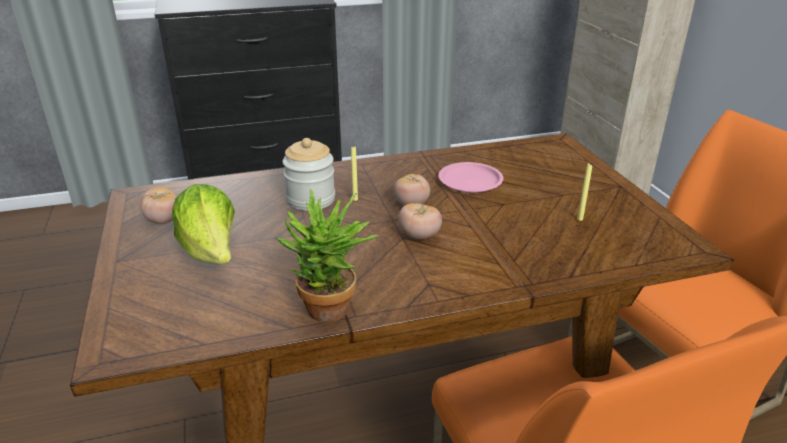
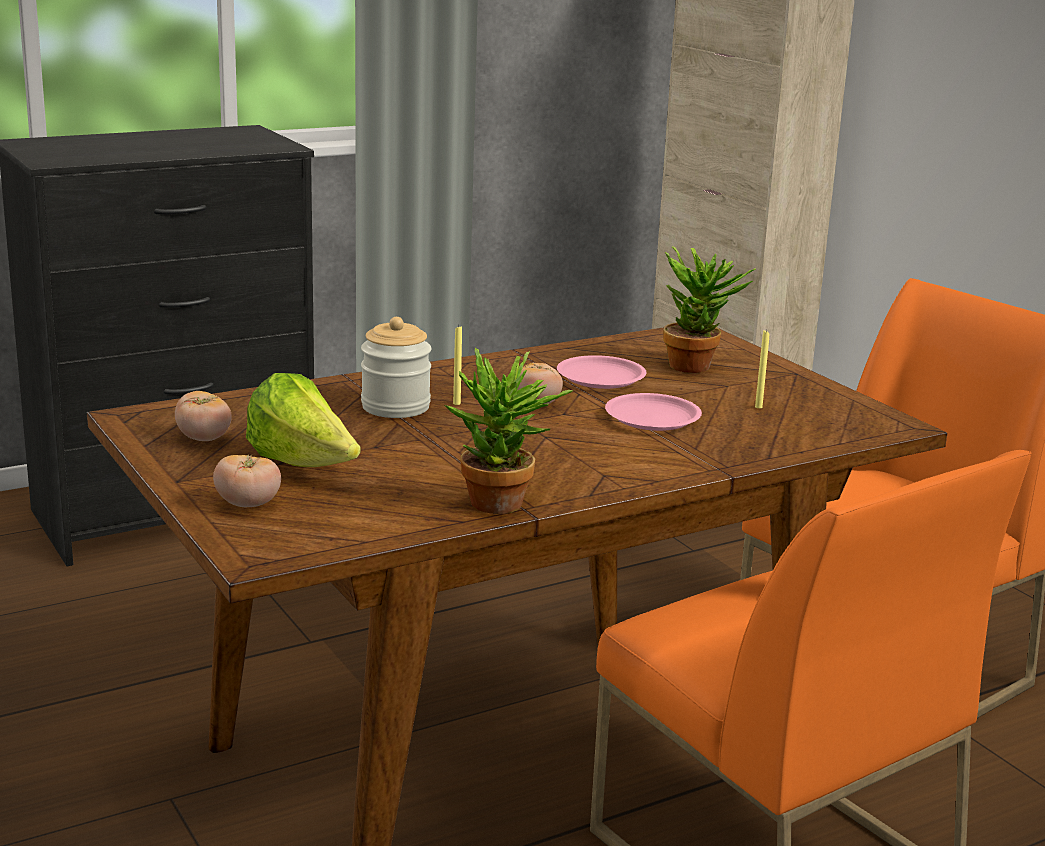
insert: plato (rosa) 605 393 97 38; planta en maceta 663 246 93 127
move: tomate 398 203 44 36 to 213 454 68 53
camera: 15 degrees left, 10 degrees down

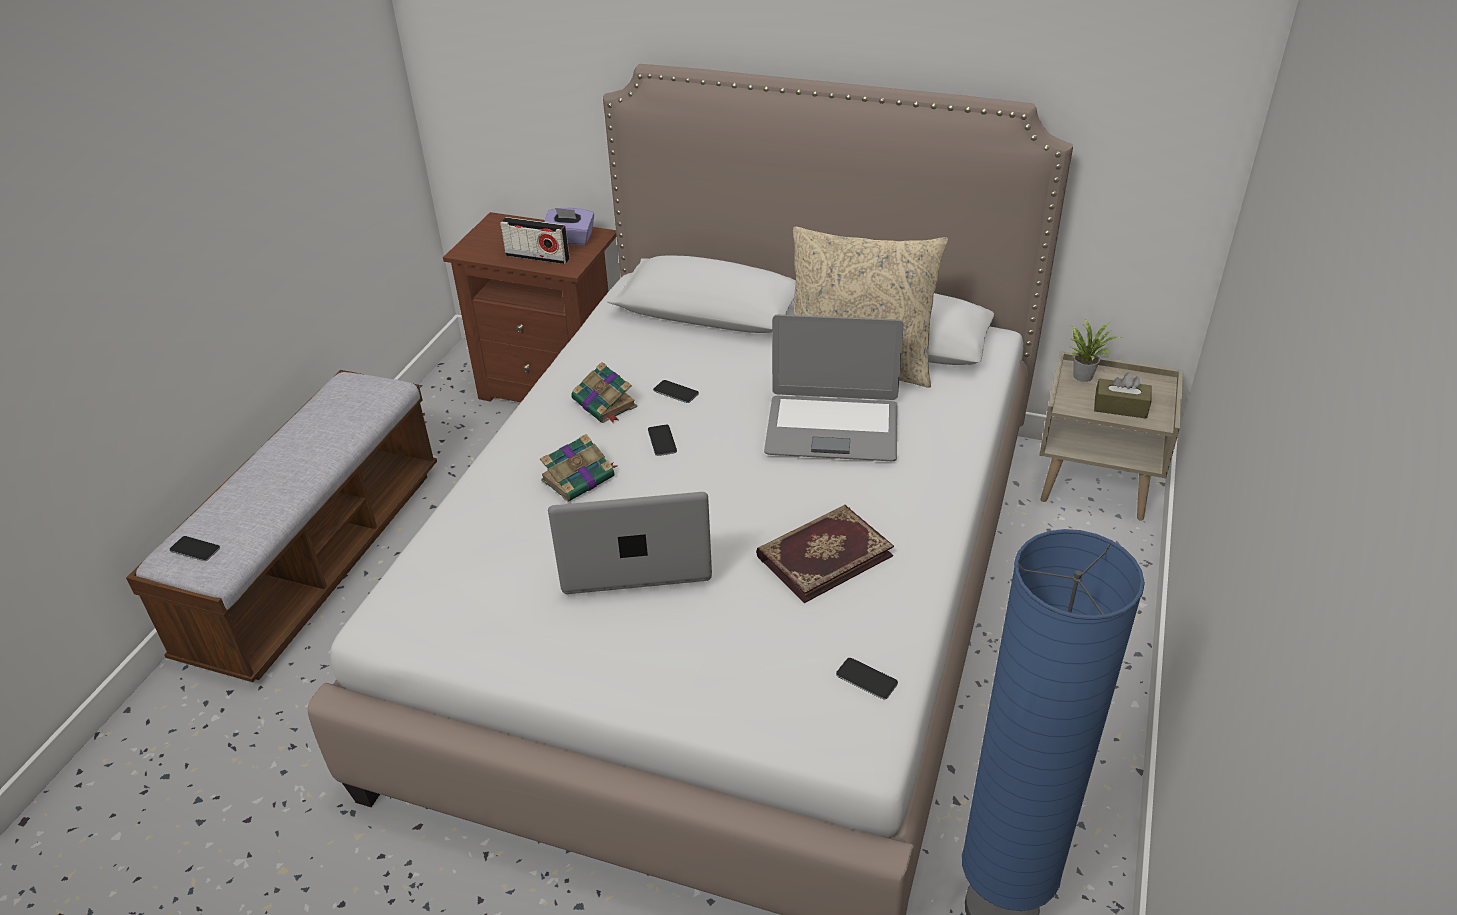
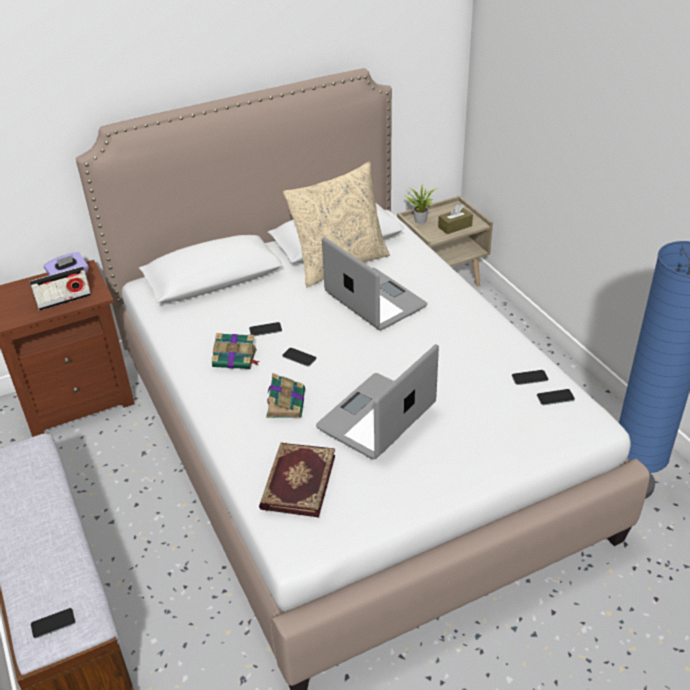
insert: móvil 512 370 36 15
move: libro 756 505 138 98 to 259 443 76 74
rotate: portátil 764 315 140 146 = 322 237 105 93 90 degrees counterclockwise
camera: 45 degrees left, 0 degrees up

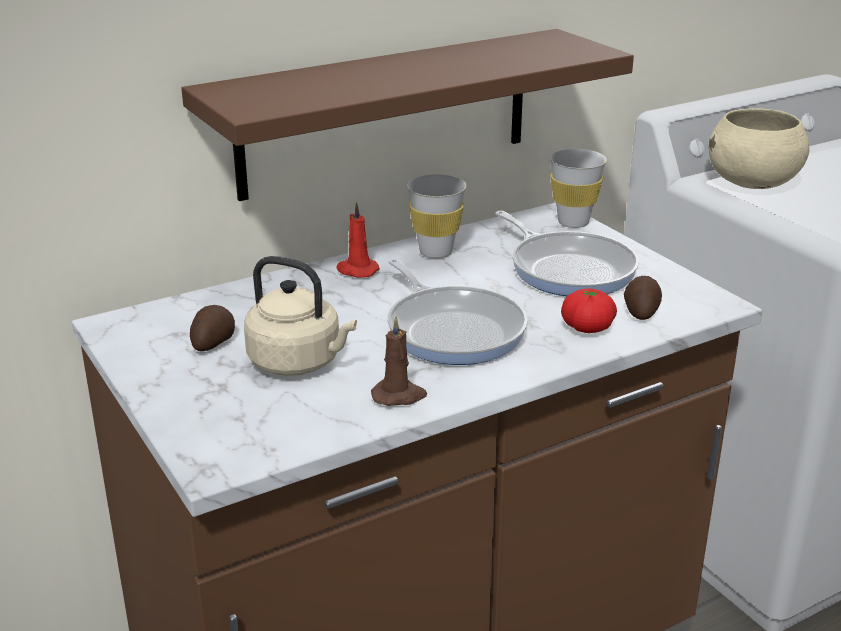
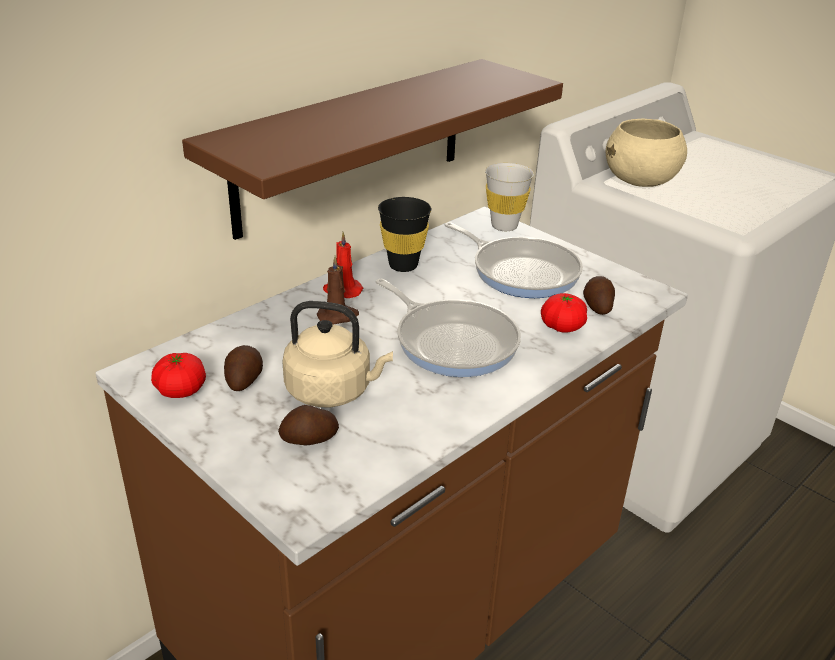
insert: tomate 151 353 55 45; patata 278 405 61 41
move: vela (marrón) 371 316 56 90 to 317 255 42 70
recolor: taza (blanco) 406 174 61 84 to taza (negro) 378 197 53 75
camera: 15 degrees left, 5 degrees up

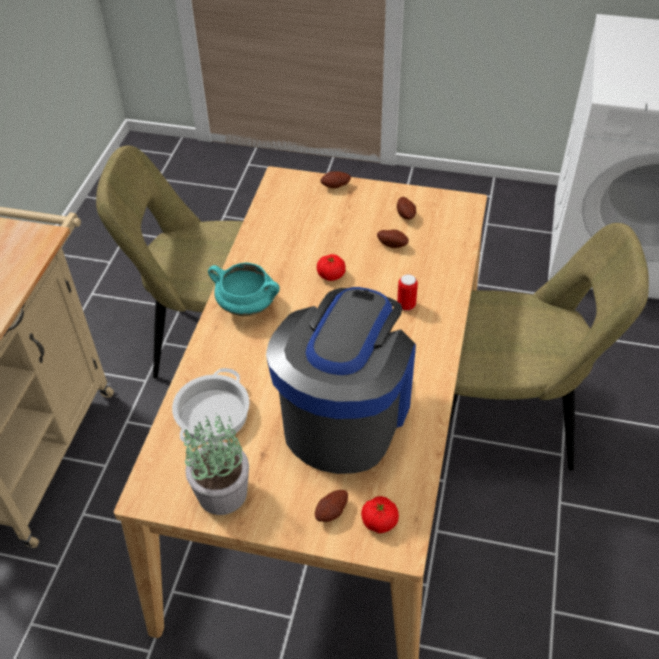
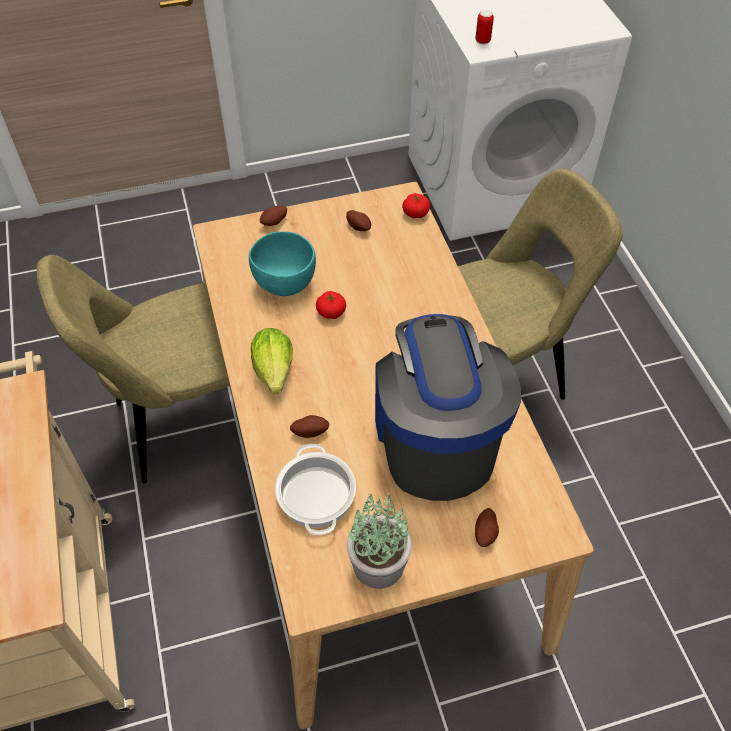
insert: cuenco (turquesa) 249 231 67 65
move: tomate 361 496 38 37 to 402 193 28 25; patata 377 230 32 18 to 290 415 39 23; lata 397 274 21 37 to 475 10 19 34
replace: olla (turquesa) 208 262 72 54 to lechuga 251 328 42 66
camera: 30 degrees left, 5 degrees up

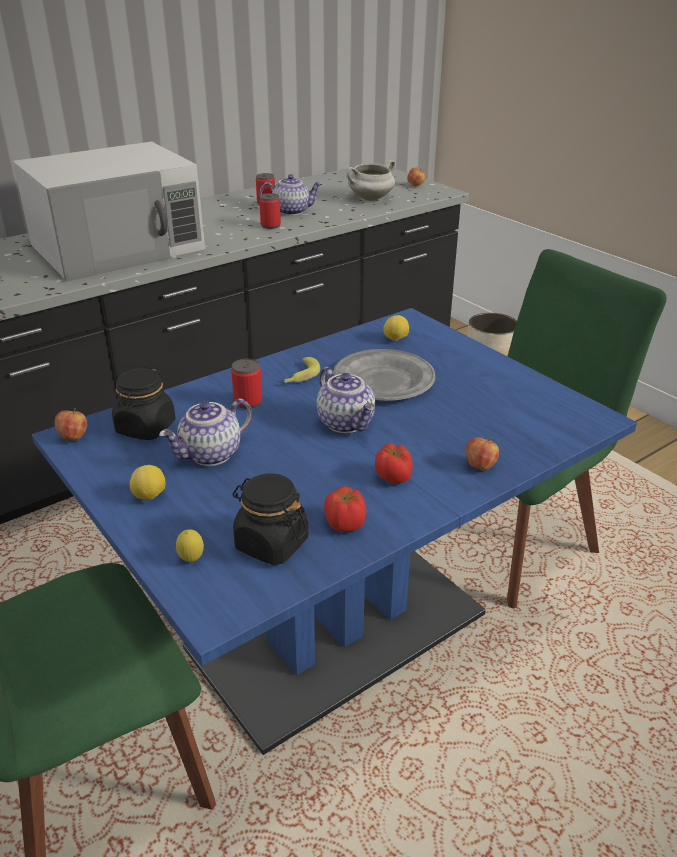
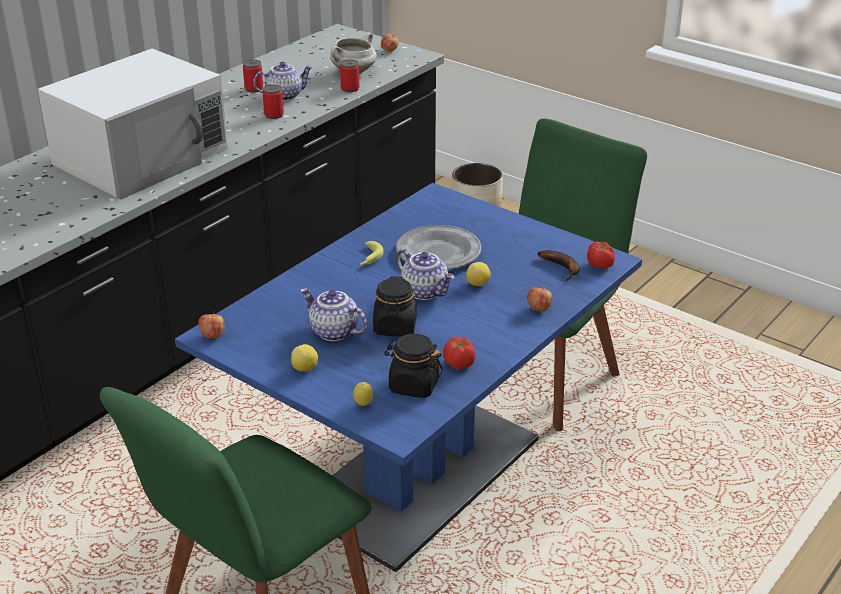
insert: plátano 538 250 42 31
move: tarro (negro) 112 367 64 73 to 373 276 44 61; lata 231 359 31 50 to 340 59 19 33; tomate 375 444 38 39 to 587 242 28 27; limón 383 315 26 26 to 466 262 25 24
rotate: tetera 159 399 93 67 = 300 288 67 53 90 degrees clockwise
camera: 15 degrees left, 0 degrees up

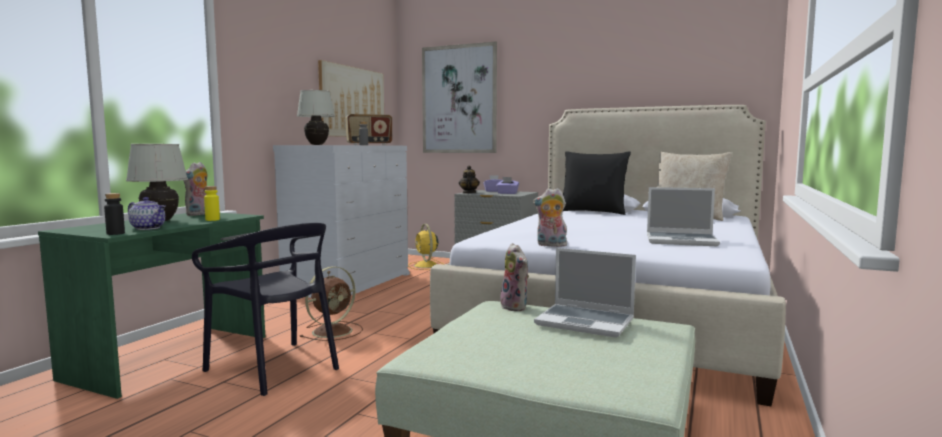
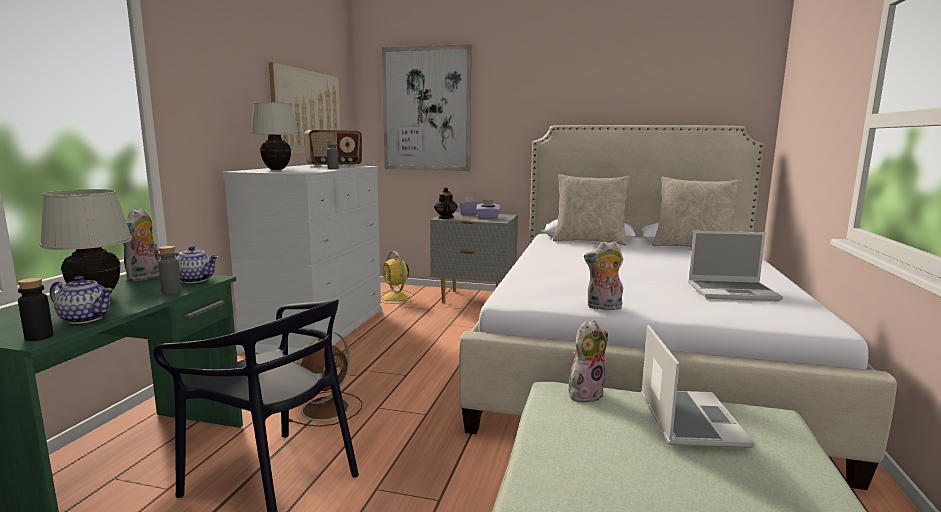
insert: tetera 175 246 43 37
recolor: botella (amarillo) 204 186 16 35 to botella (gris) 158 246 24 48; cojín (negro) 563 151 68 64 to cojín (beis) 553 174 77 72
rotate: peluche 500 243 29 68 = 568 320 40 82 90 degrees counterclockwise; portátil 534 248 102 90 = 641 325 114 123 105 degrees counterclockwise
camera: 10 degrees left, 5 degrees up

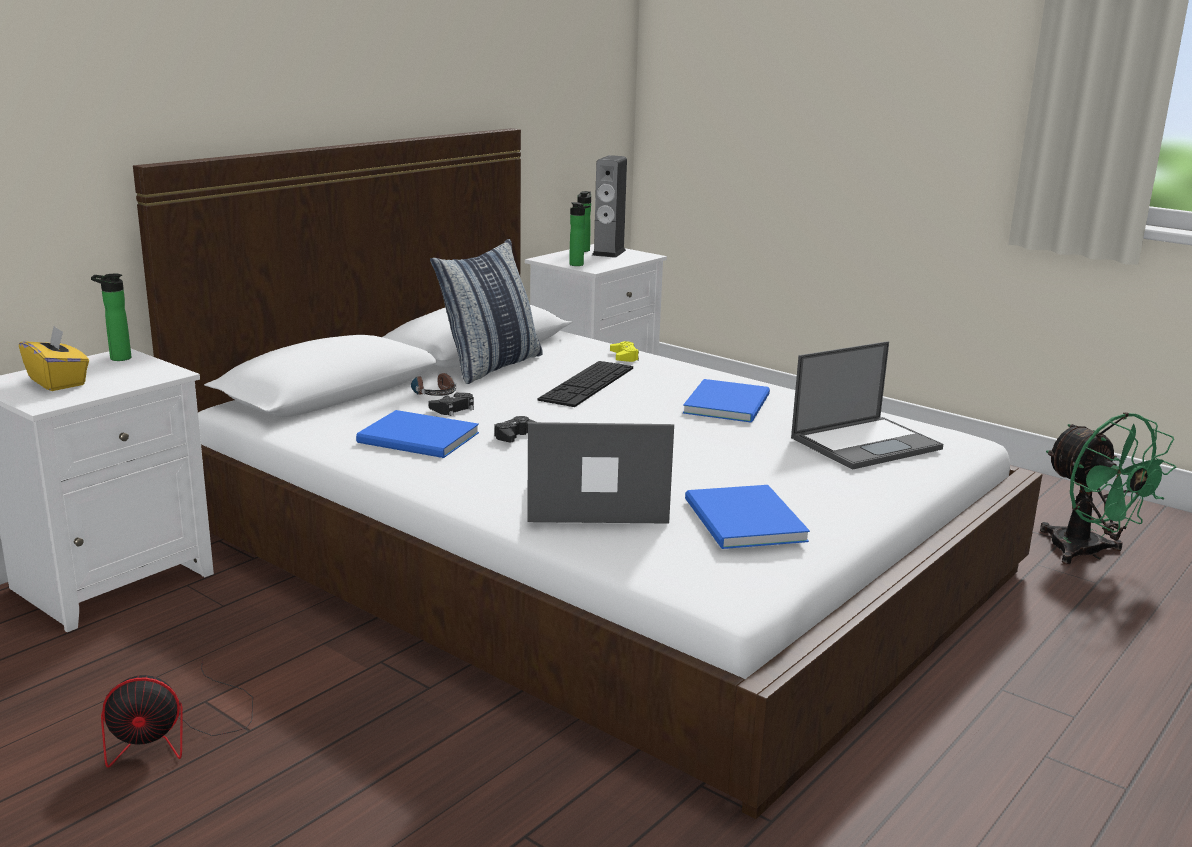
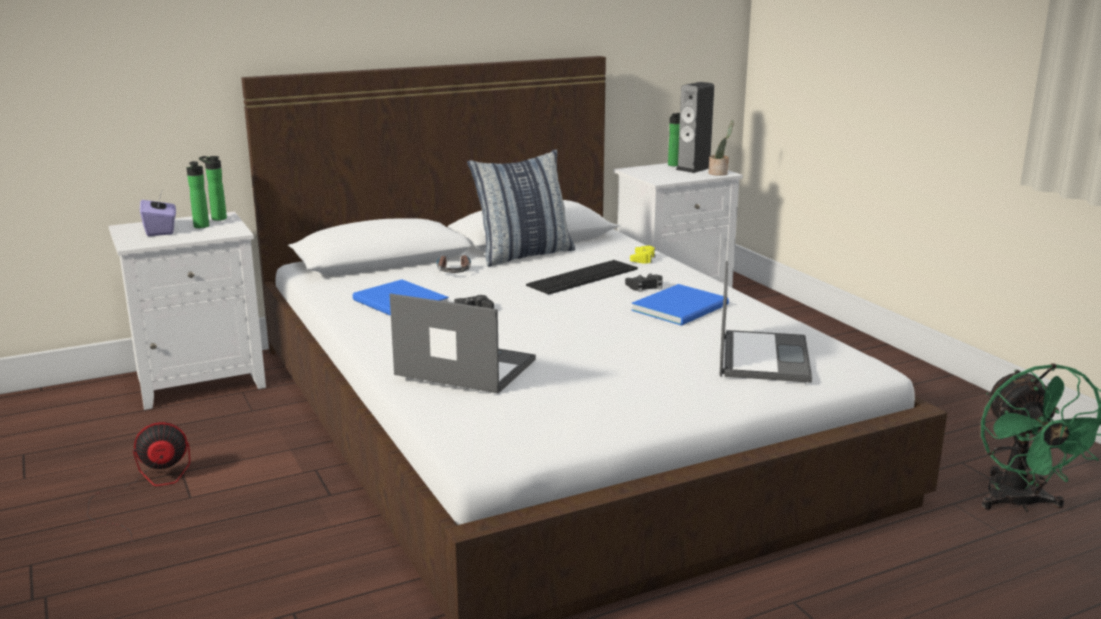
delete: libro (azul) 685 485 125 64
insert: planta en maceta 708 120 26 56
move: mando de consola (negro) 429 392 45 24 to 625 273 38 19; botella 569 202 21 64 to 186 161 23 67
recolor: caja de pañuelos (amarillo) 19 326 70 65 to caja de pañuelos (morado) 140 191 36 45
rotate: ventilador 101 660 152 108 = 87 422 103 120 150 degrees clockwise; portátil 791 341 152 129 = 720 261 92 122 75 degrees counterclockwise
camera: 25 degrees right, 0 degrees up

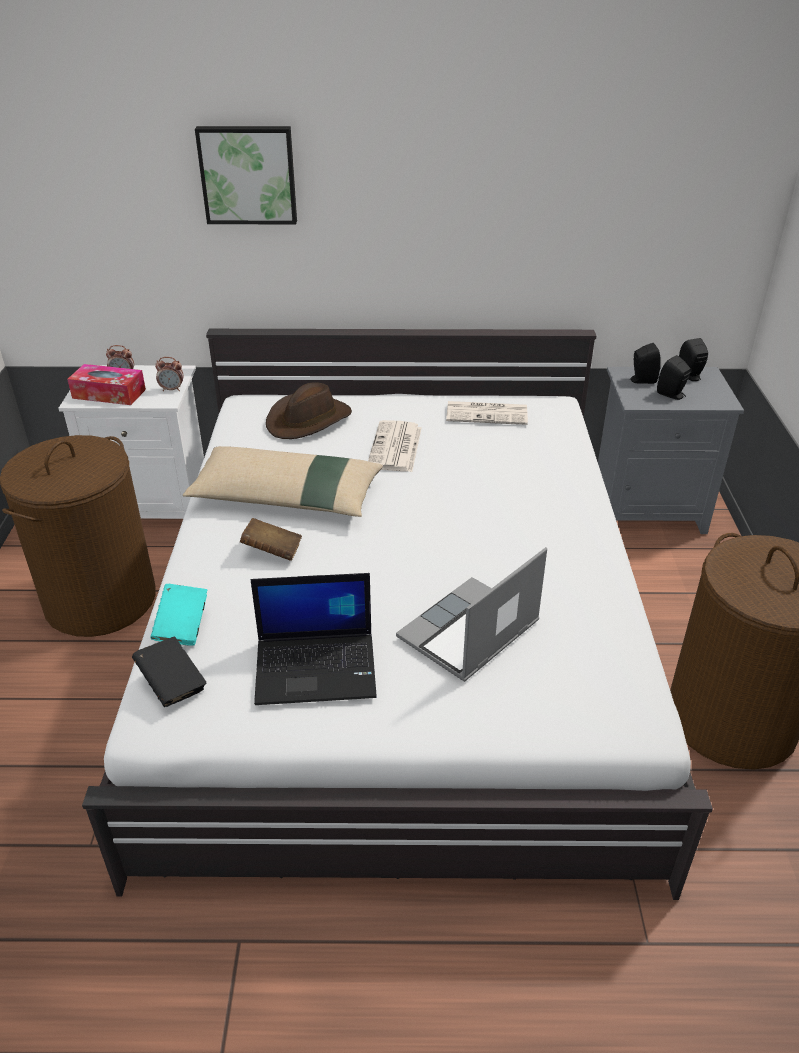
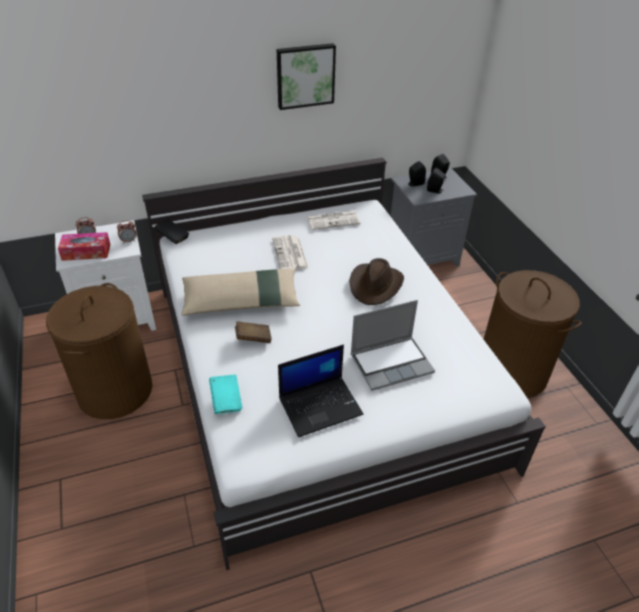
move: libro (negro) 132 636 75 71 to 154 219 35 25; cuadro 195 126 102 98 to 277 43 59 67; sombrero (marrón) 266 382 86 57 to 349 258 55 47
rotate: portátil 396 547 151 135 = 350 300 85 91 135 degrees counterclockwise
camera: 20 degrees left, 5 degrees up

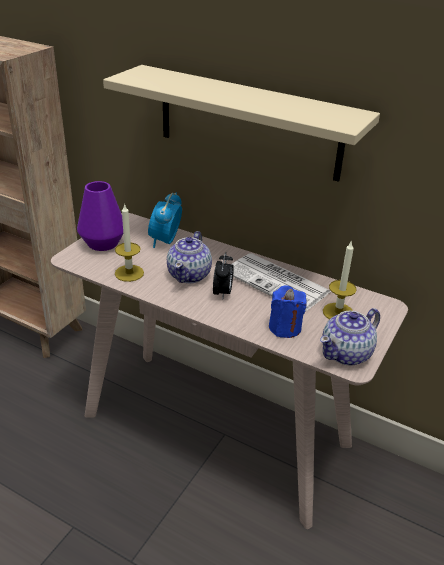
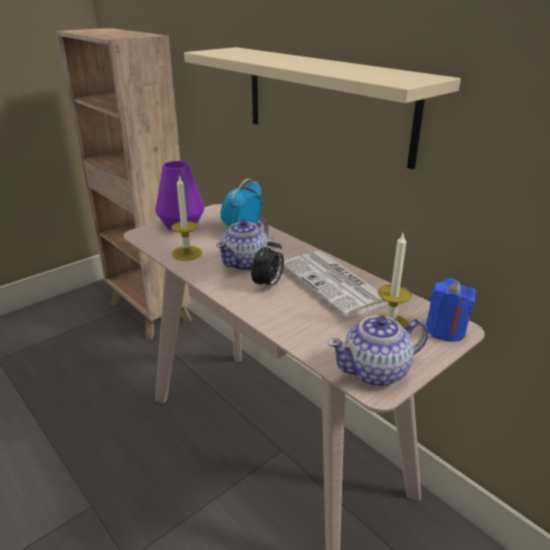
move: vela (azul) 269 285 38 53 to 426 278 50 64
camera: 20 degrees right, 5 degrees down

